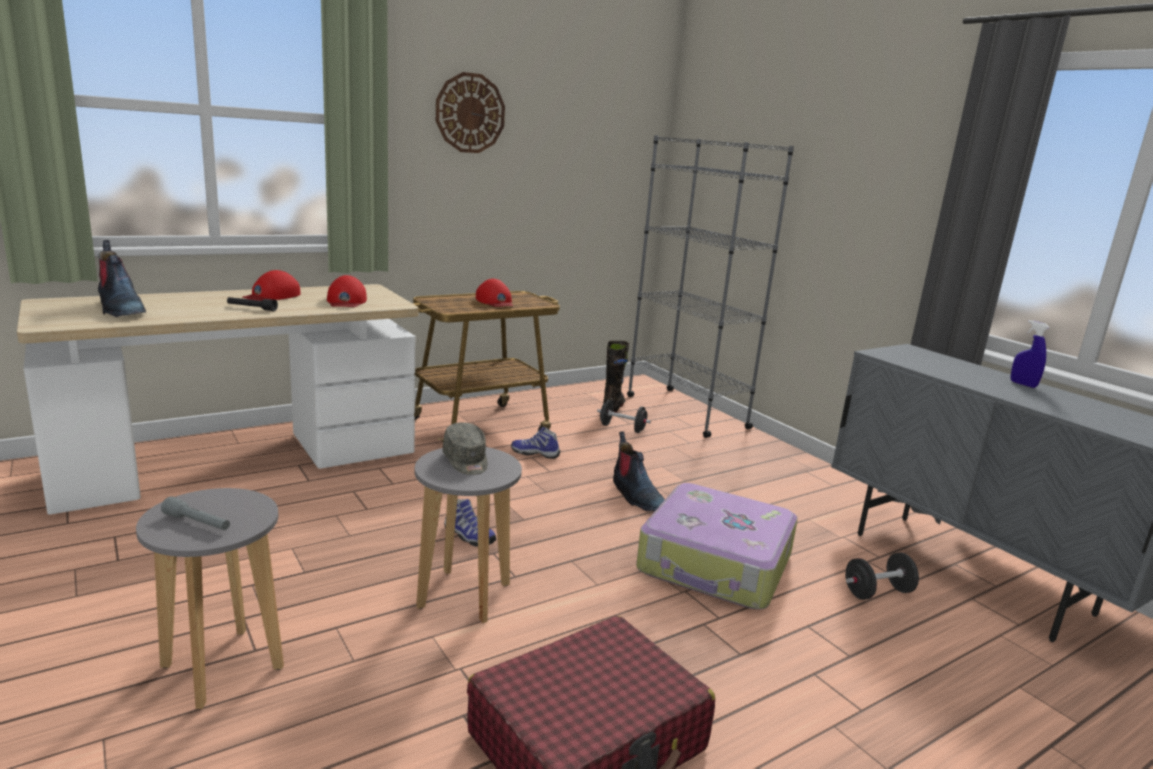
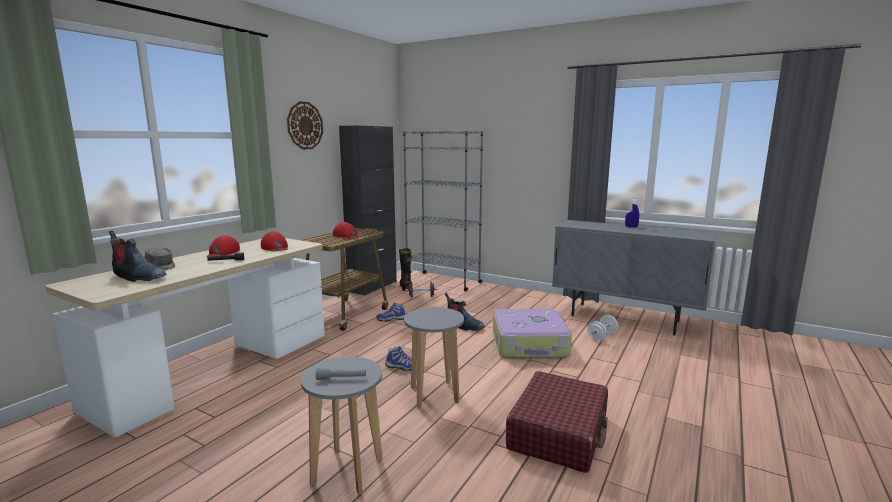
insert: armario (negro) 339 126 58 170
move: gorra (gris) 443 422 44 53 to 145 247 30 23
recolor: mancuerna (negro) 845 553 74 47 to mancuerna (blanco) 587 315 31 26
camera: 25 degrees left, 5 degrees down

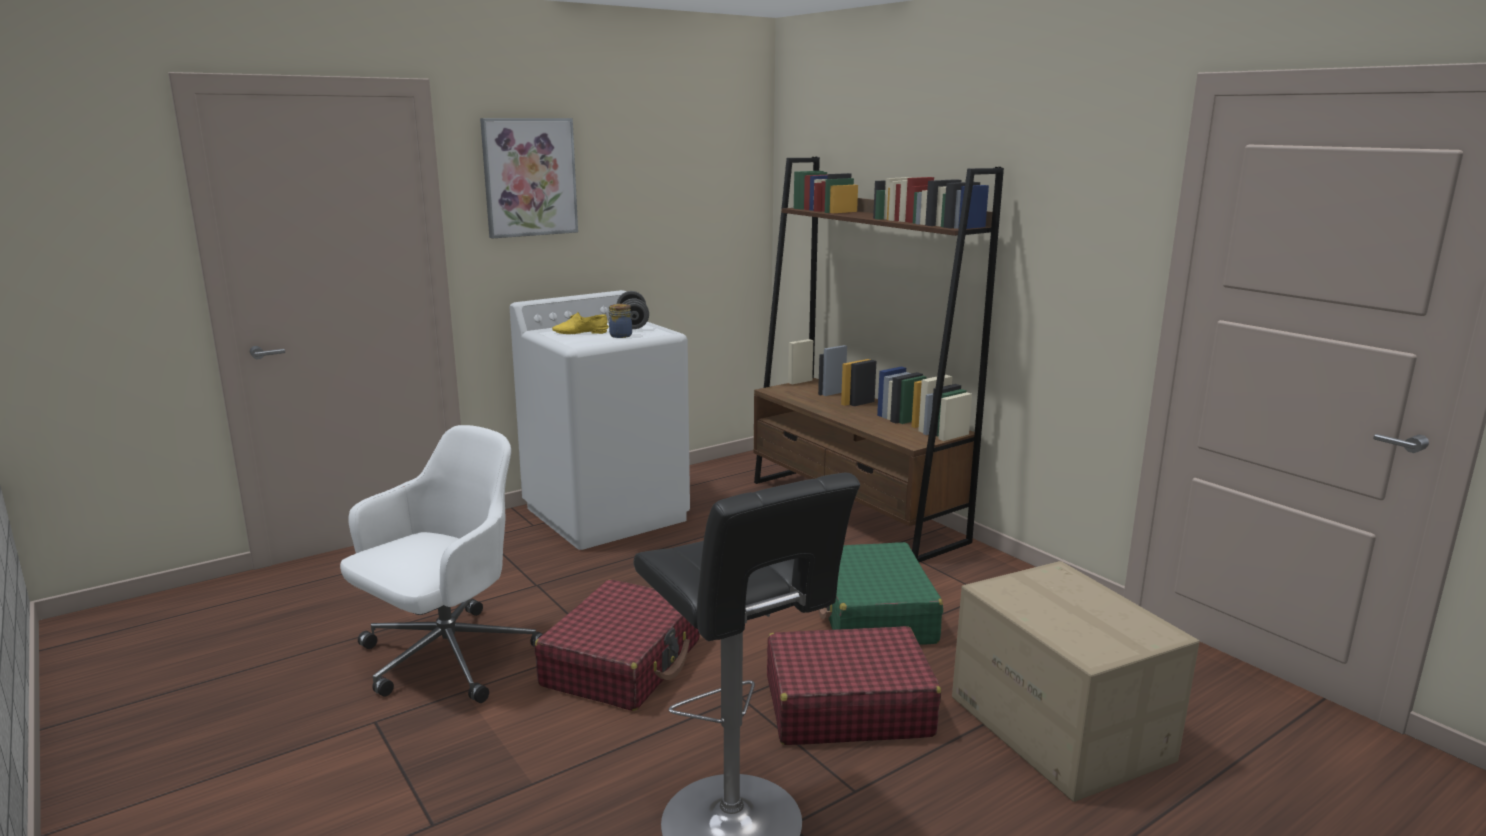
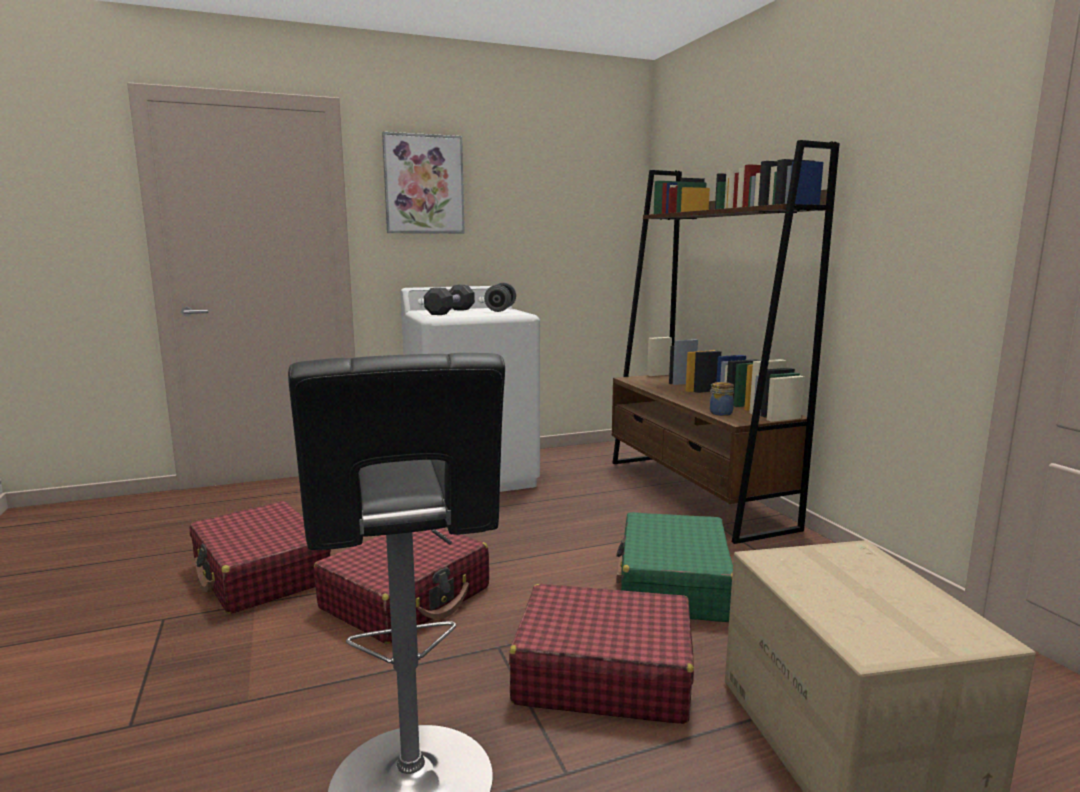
move: tarro 608 304 24 34 to 709 382 25 34
replace: silla de oficina (blanco) 340 425 203 278 to maleta (rojo) 190 501 141 113; zapato (amarillo) 552 312 57 22 to mancuerna (negro) 424 285 51 30
camera: 15 degrees right, 5 degrees down

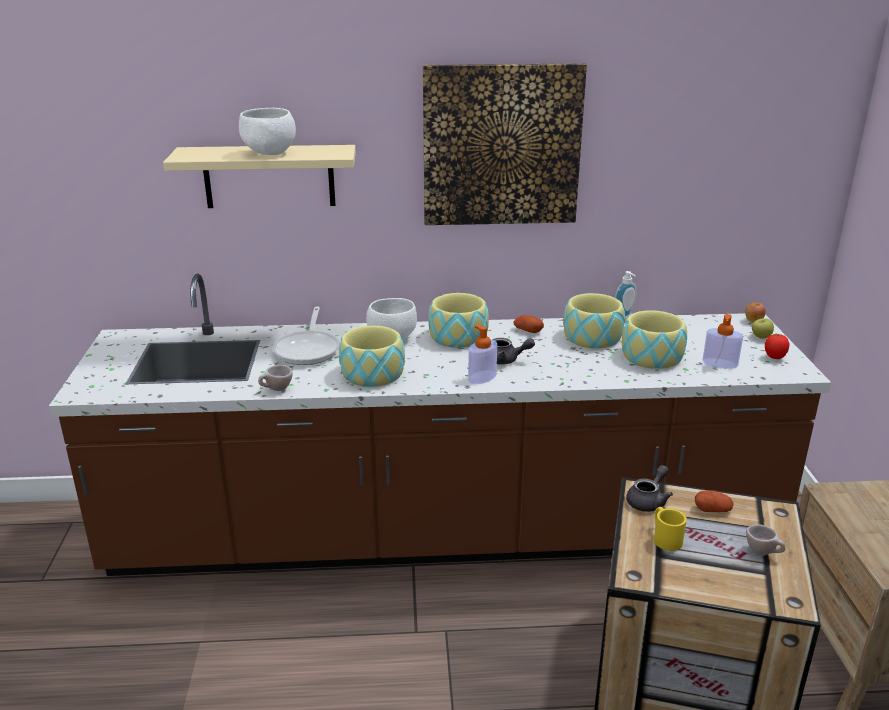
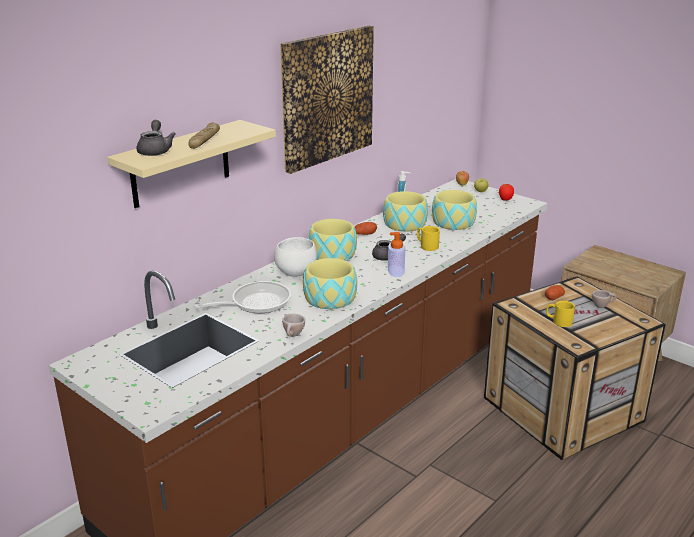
delete: dispensador de jabón 702 314 41 55
insert: taza grande (amarillo) 417 226 23 25
move: tetera (gris) 626 465 47 47 to 137 120 39 36
replace: cuenco (blanco) 239 108 57 47 to pan 188 122 32 27
rotate: sartén 272 306 68 59 = 194 281 97 32 75 degrees counterclockwise
camera: 45 degrees left, 0 degrees up

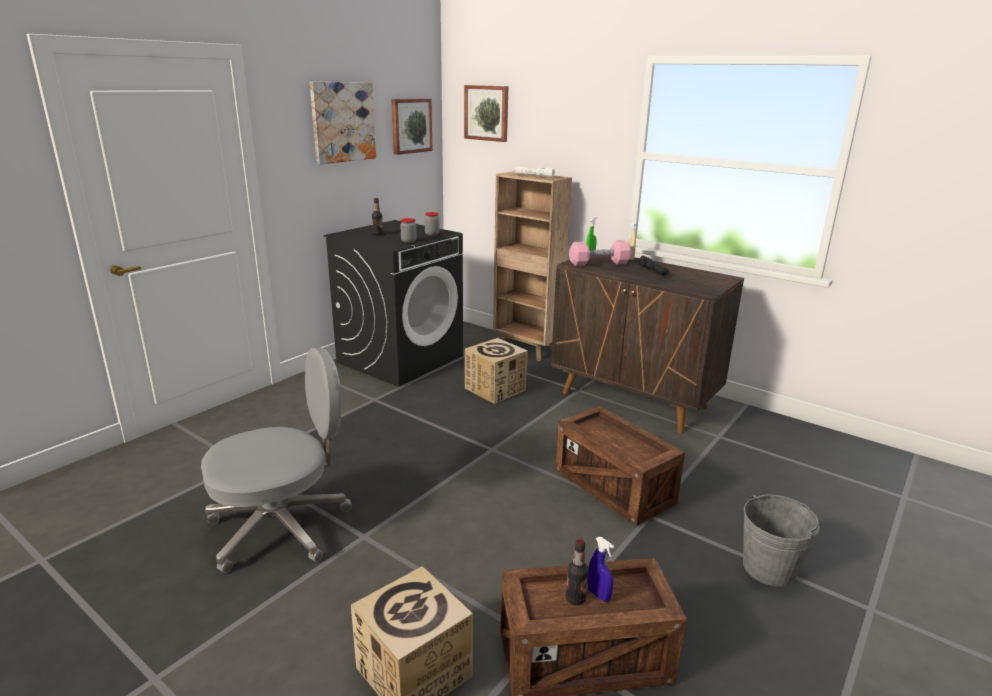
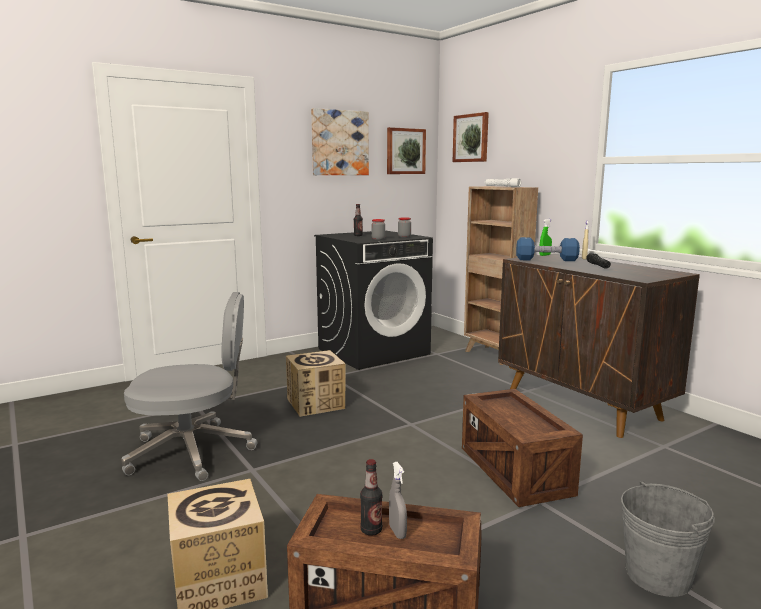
move: caja de cartón 465 338 63 66 to 286 350 60 67
recolor: mancuerna (rosa) 569 240 62 26 to mancuerna (azul) 516 237 64 24; pulverizador (azul) 587 537 27 65 to pulverizador (gris) 389 462 18 77
camera: 20 degrees right, 10 degrees down

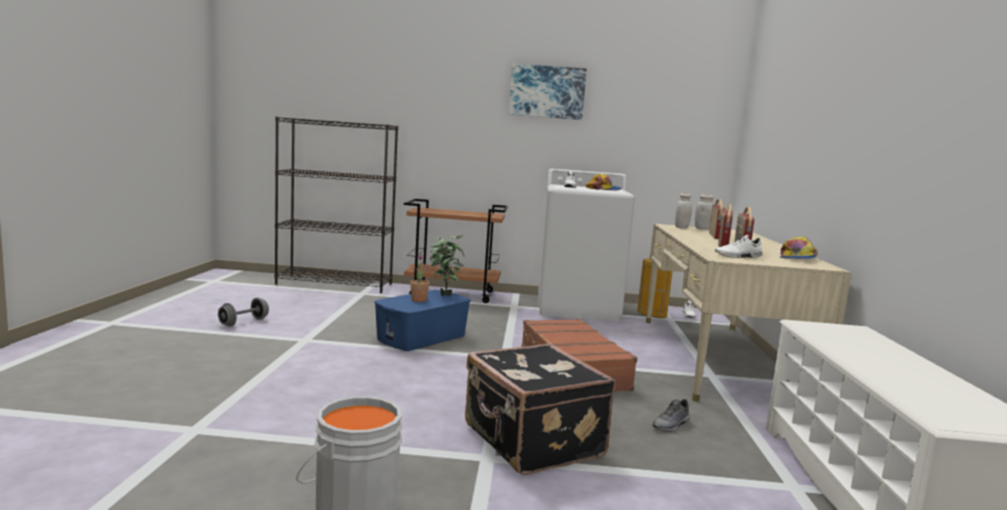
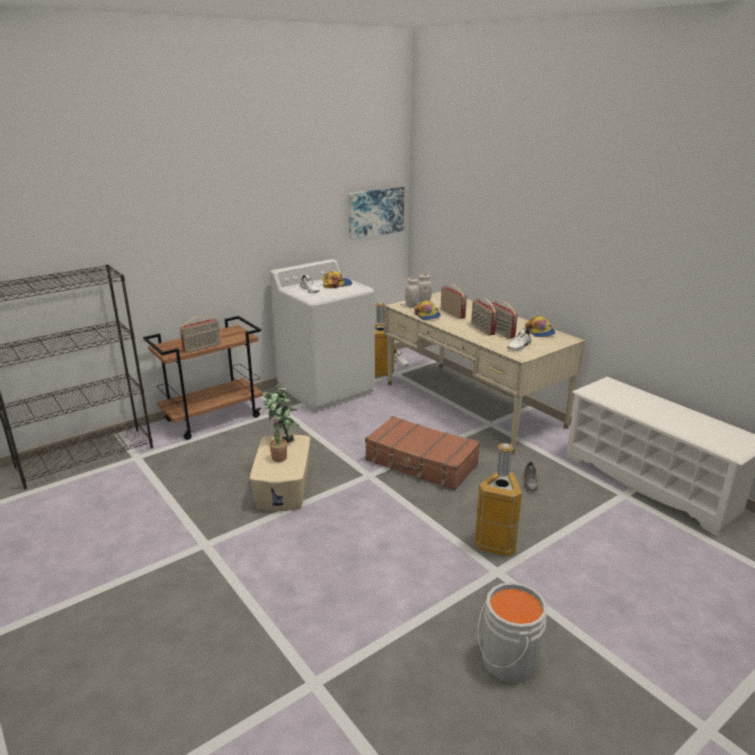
delete: mancuerna (gris) 218 298 51 28
insert: radio 180 316 41 37; gorra 414 300 27 20
move: cuadro 509 64 78 56 to 348 187 56 53
replace: maleta (negro) 465 344 150 131 to papelera 475 443 47 114
recolor: caja de almacenaje (azul) 374 290 97 61 to caja de almacenaje (beis) 250 434 60 77
camera: 40 degrees left, 15 degrees up

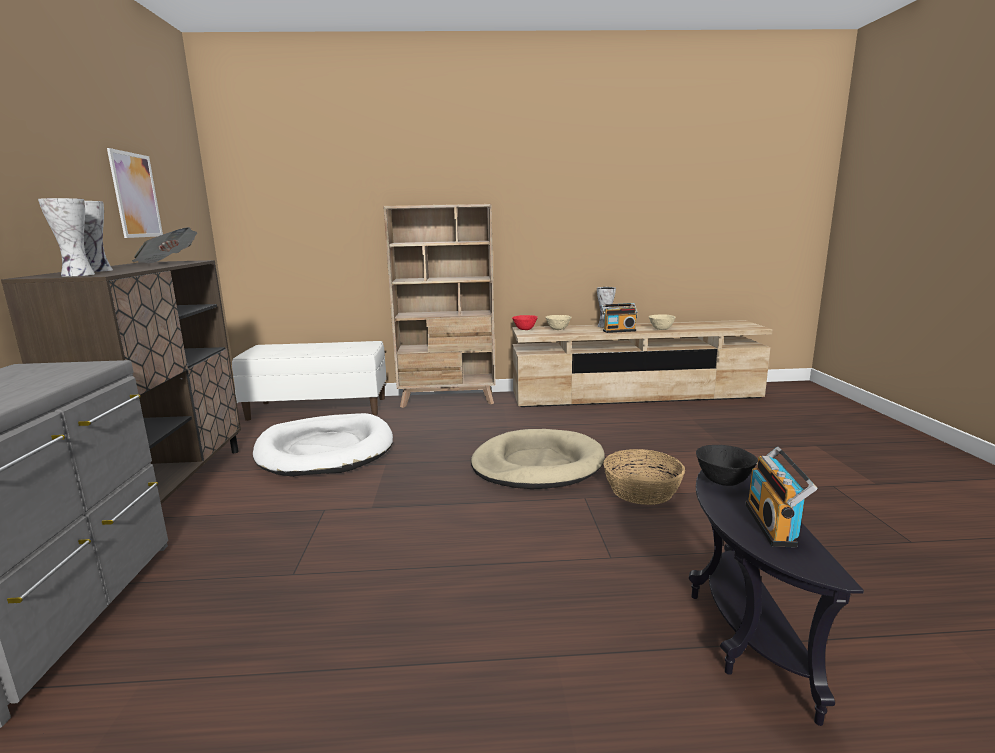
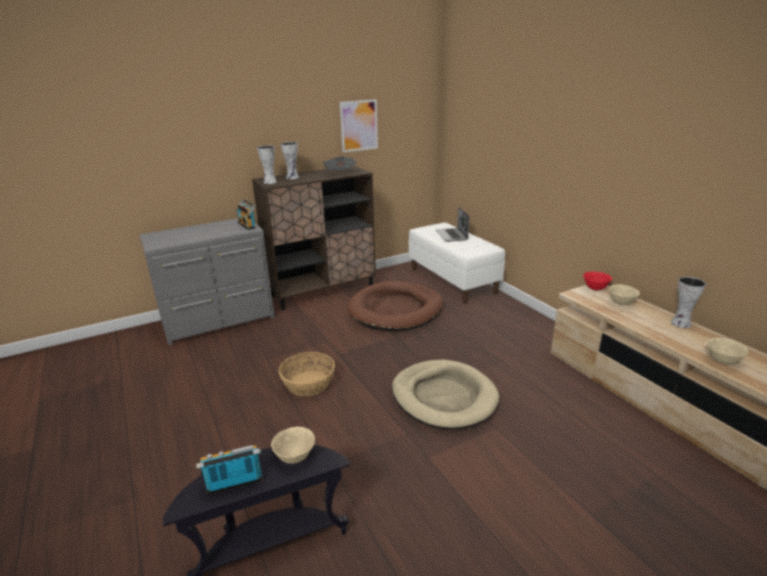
delete: estantería (beis) 383 204 113 204
insert: portátil 436 207 33 35
move: radio 601 303 36 30 to 237 199 19 31; cesta 603 449 82 56 to 279 352 56 44
recolor: cama para perro (blanco) 253 413 140 64 to cama para perro (marrón) 347 281 96 50; cuenco (negro) 696 445 62 41 to cuenco (beis) 271 427 44 37
camera: 65 degrees right, 10 degrees up

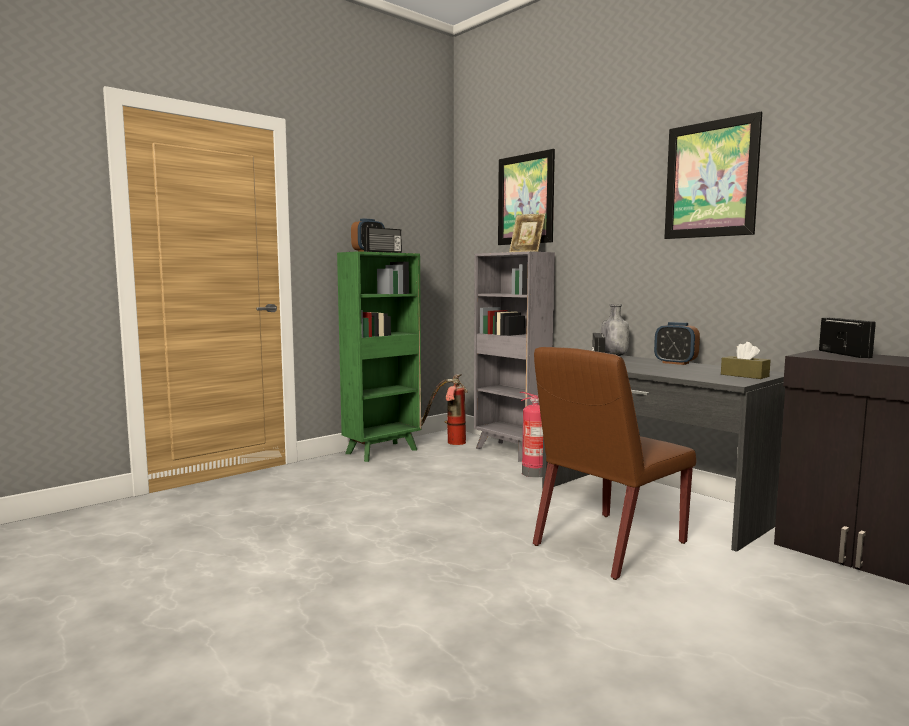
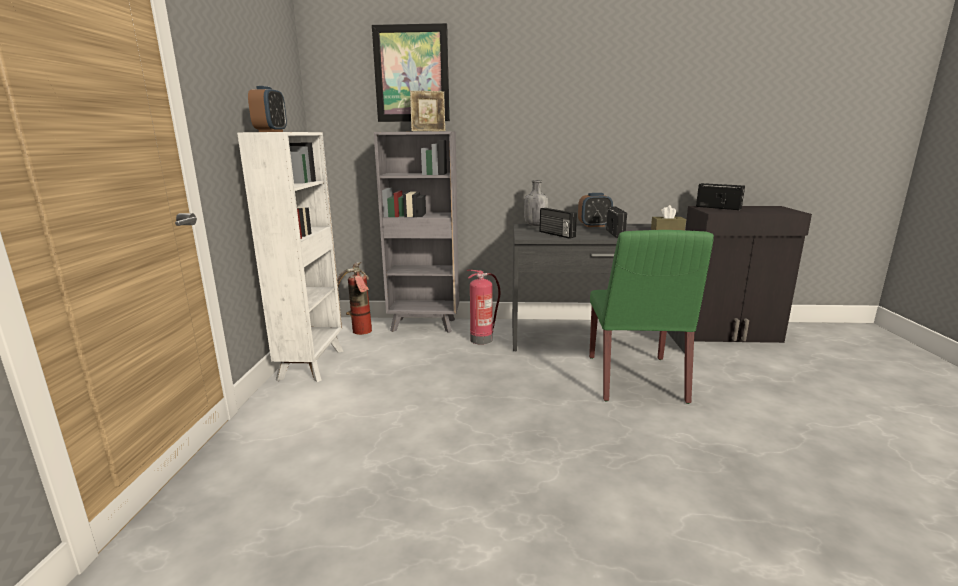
delete: cuadro 664 112 98 127
move: radio 363 227 39 26 to 606 207 21 31
recolor: estantería (verde) 337 251 84 211 to estantería (blanco) 237 132 107 250; silla (marrón) 533 347 163 233 to silla (verde) 589 230 125 174
camera: 45 degrees left, 10 degrees up

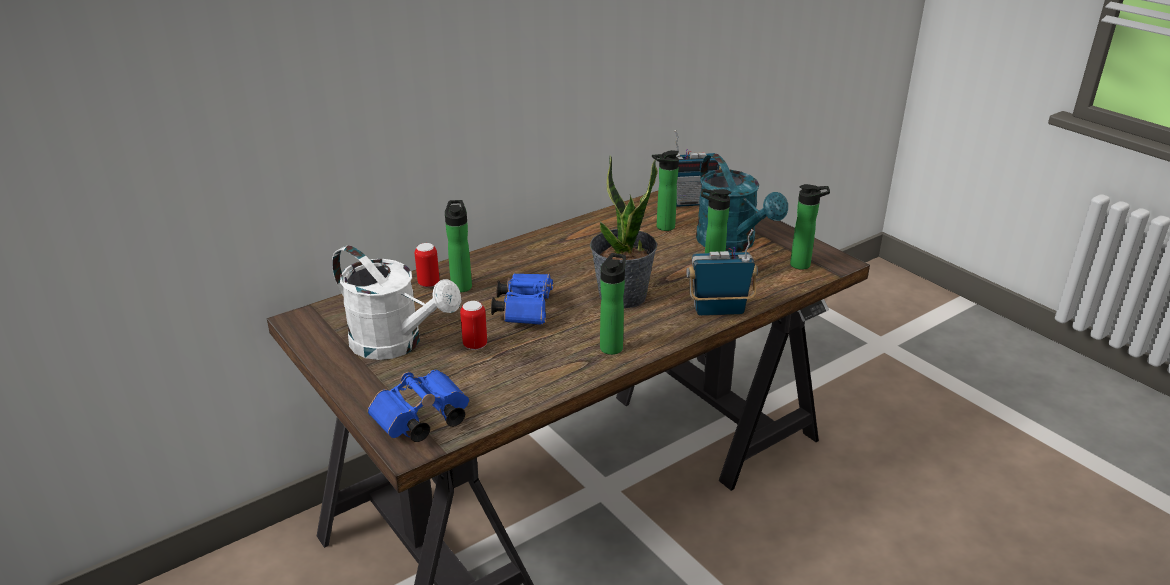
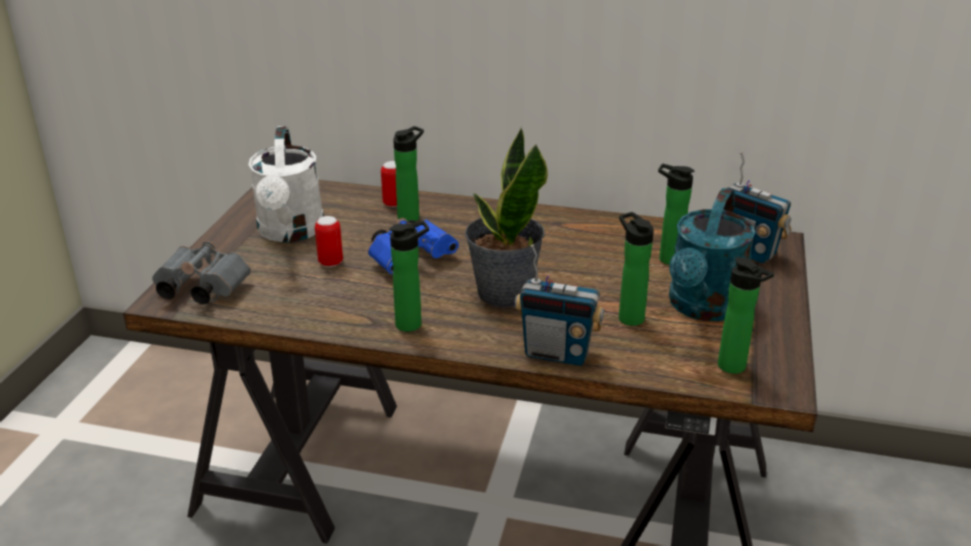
recolor: prismáticos (azul) 368 370 101 72 to prismáticos (gris) 152 241 99 63
rotate: radio 686 229 72 87 = 514 244 90 122 150 degrees clockwise
camera: 50 degrees right, 0 degrees up

